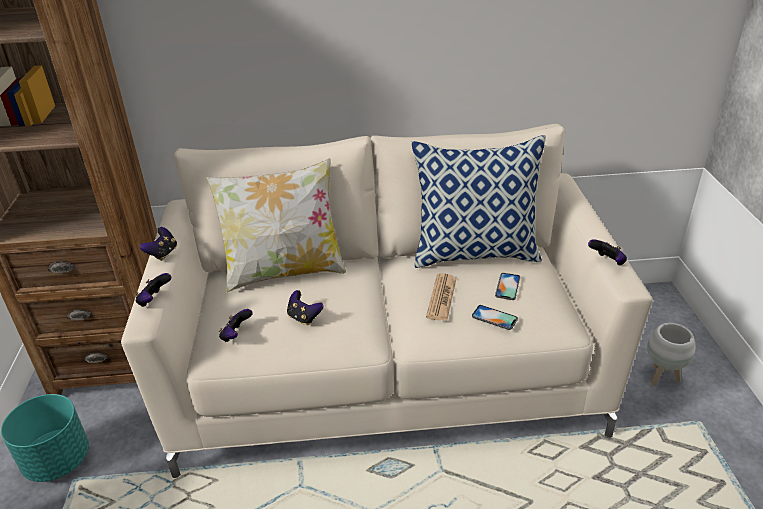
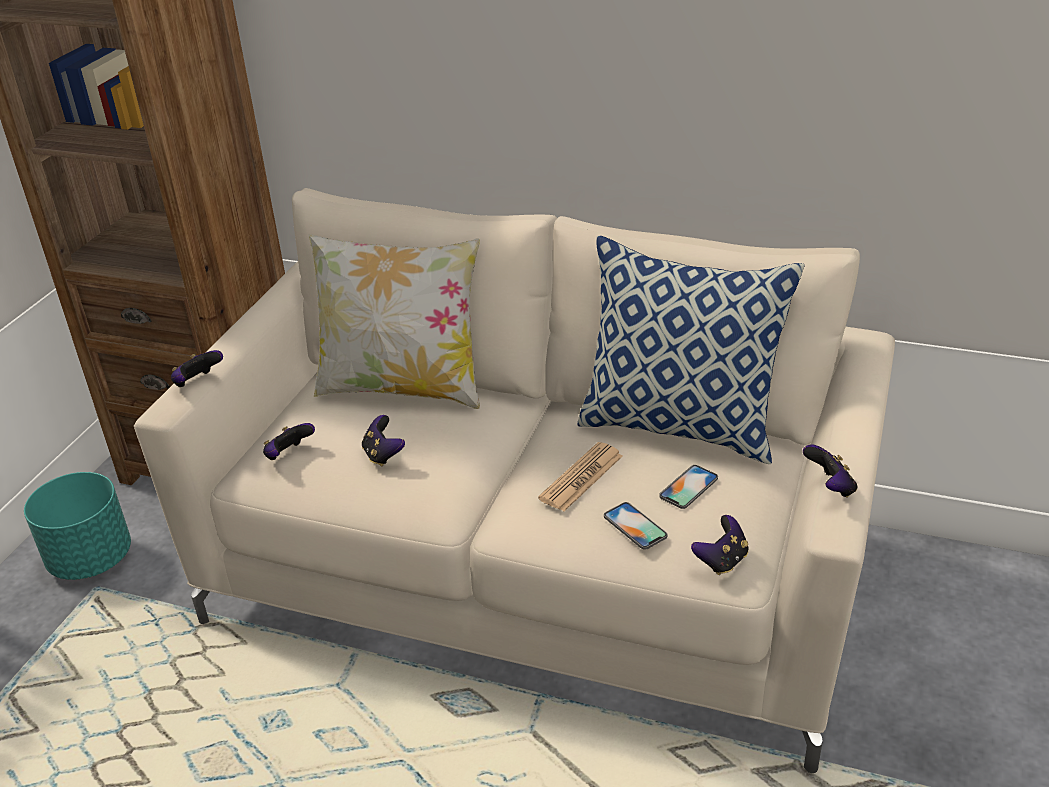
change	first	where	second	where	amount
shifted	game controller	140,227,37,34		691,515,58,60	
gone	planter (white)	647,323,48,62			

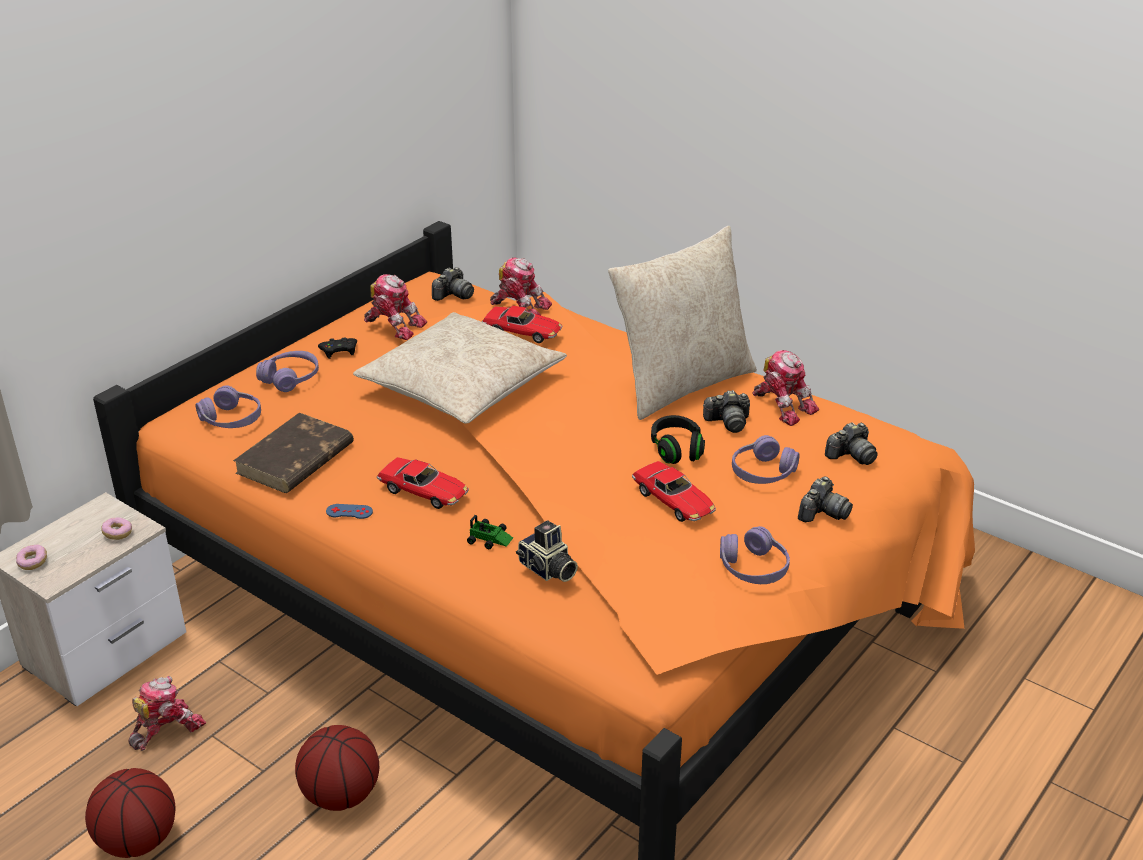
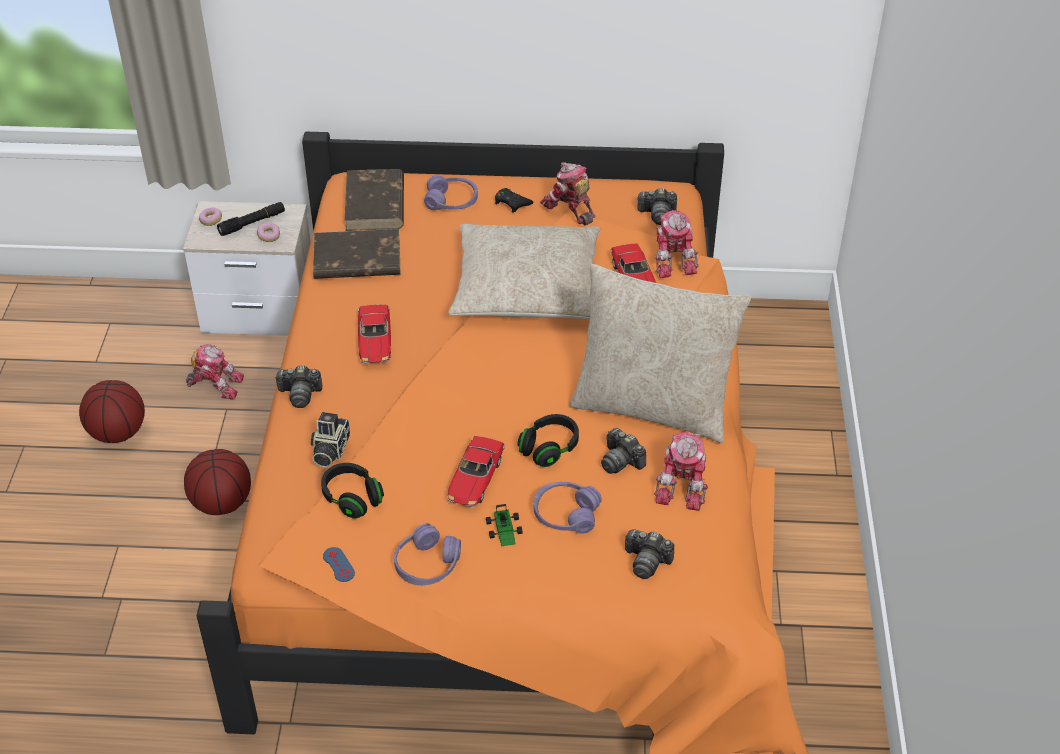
change	first	where	second	where	amount
new			flashlight (black)	217,202,68,34	
shifted	photo camera	798,477,55,45		275,366,47,42	
new			headphones (black)	321,463,63,56	
shifted	game controller (blue)	326,504,47,15		323,547,32,35	
swapped	headphones (purple)	196,385,65,43	book (brown)	344,169,60,62	
shifted	toy car	467,515,46,34		486,504,37,43	
rotated	toy robot	364,274,63,66		540,162,55,64	150 degrees clockwise

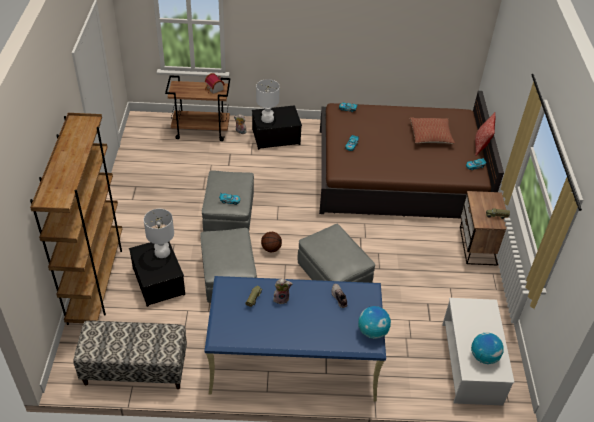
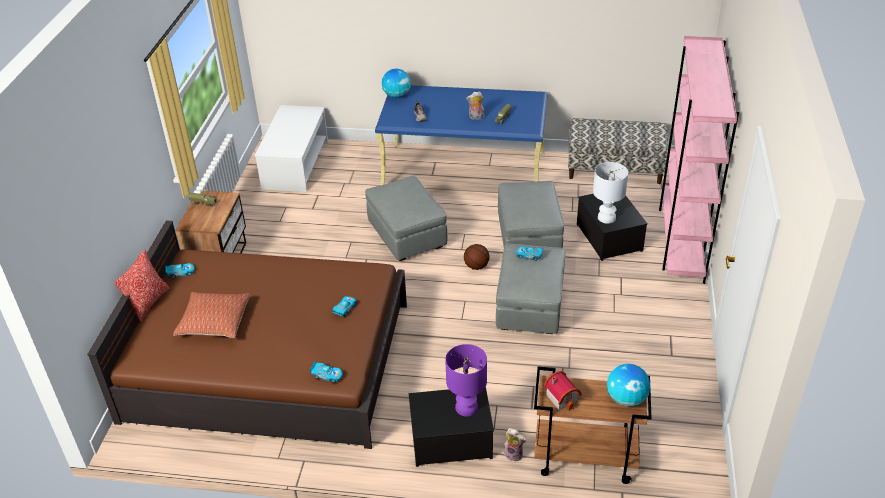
change	first	where	second	where	amount
repainted	table lamp (white)	256,79,24,44	table lamp (purple)	445,344,42,72	
shifted	globe	471,333,32,31		607,364,43,43	
repainted	bookcase (brown)	30,113,92,212	bookcase (pink)	659,36,80,248	

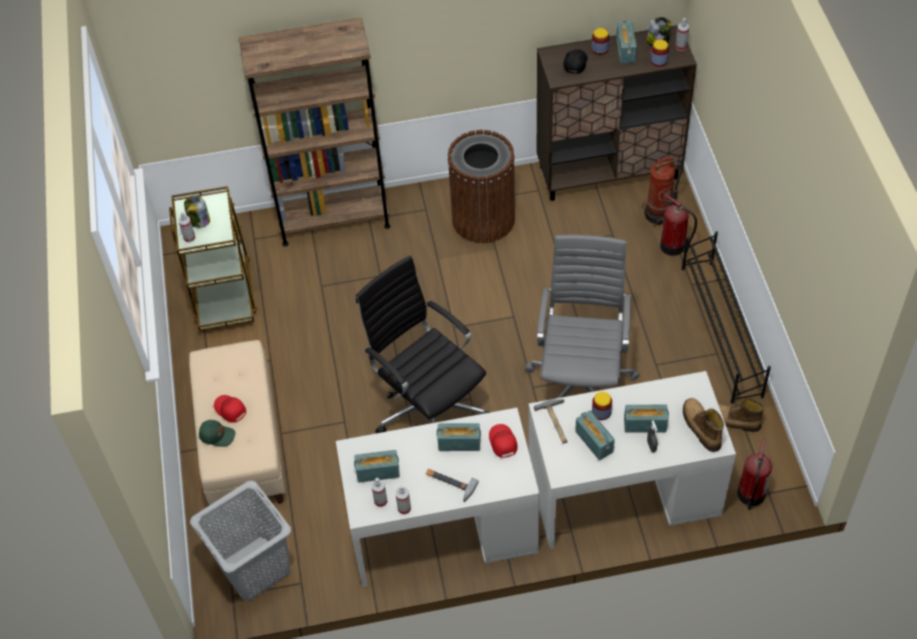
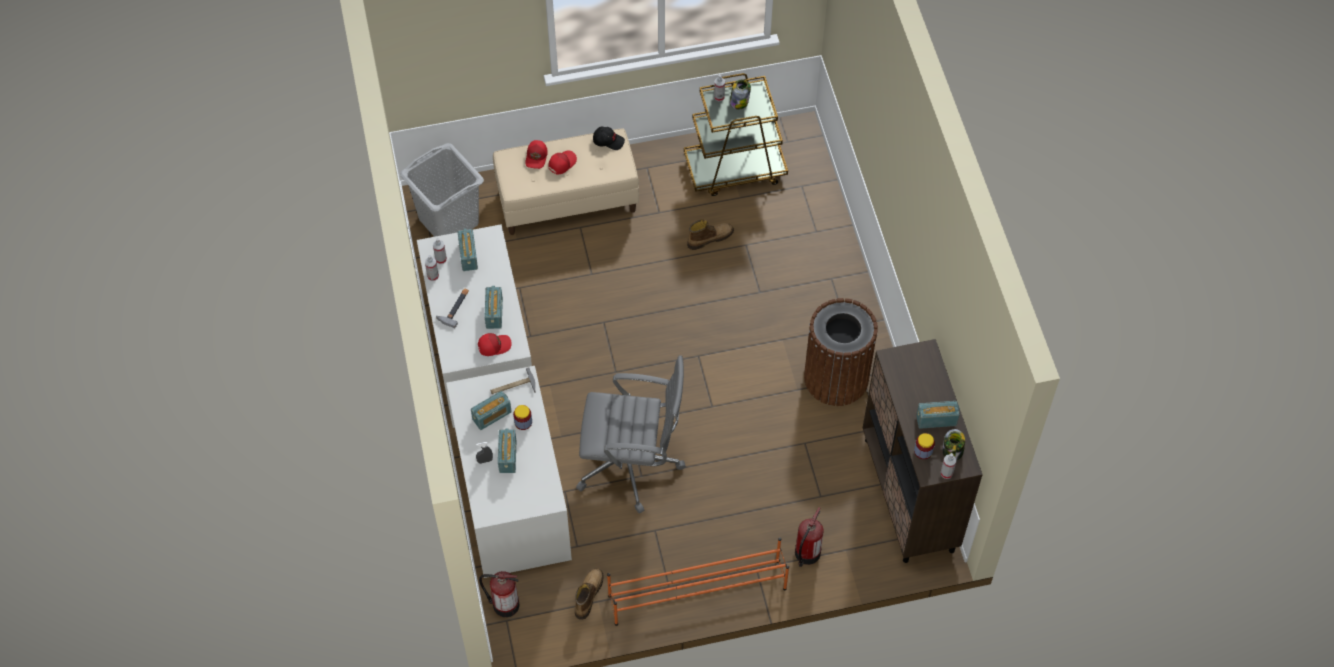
change	first	where	second	where	amount
repainted	cap (green)	199,420,37,27	cap (red)	525,140,23,29	
shifted	cap (black)	563,49,25,25		593,126,32,24	
repainted	shoe rack (black)	681,231,90,173	shoe rack (orange)	607,538,182,88	
shifted	boot	683,398,41,54		687,219,47,31	
gone	bookcase (brown)	239,18,151,228			
gone	office chair (black)	356,256,134,177			
gone	jar	592,28,17,27			
gone	fire extinguisher	642,156,41,71			

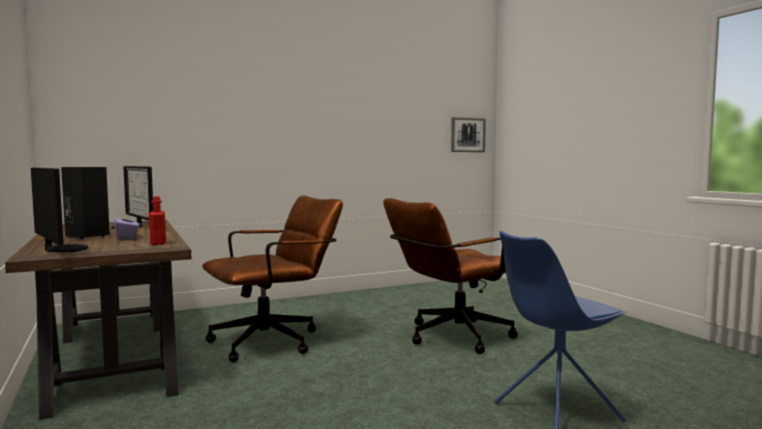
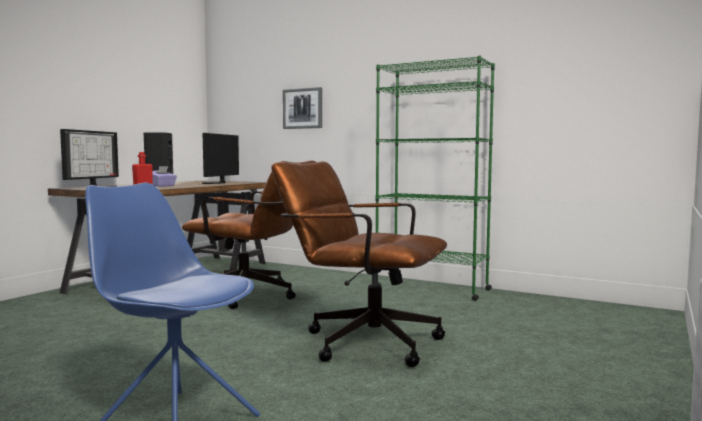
change	first	where	second	where	amount
shifted	picture	451,117,35,35		283,87,39,42	
new			bookcase (green)	375,56,120,245	

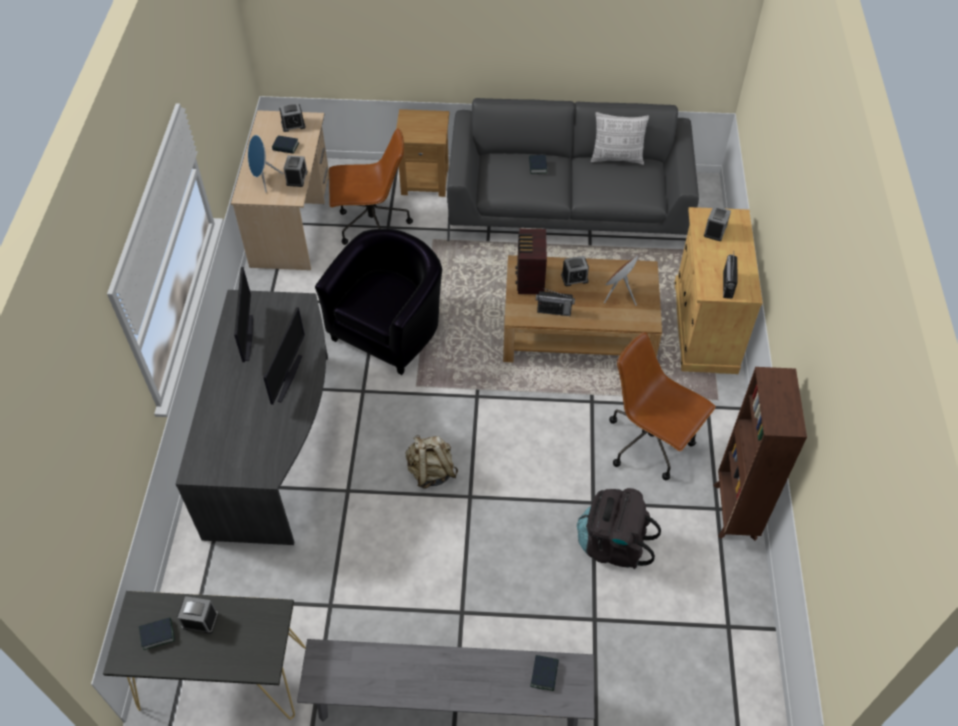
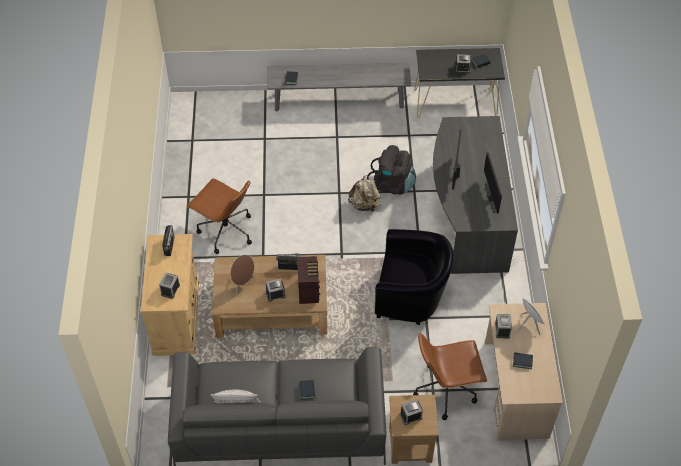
change	first	where	second	where	amount
shifted	backpack (black)	577,488,84,81		367,145,49,50	
rotated	armchair (black)	315,229,127,146		375,229,78,96	105 degrees counterclockwise
shifted	alarm clock	279,103,27,29		400,399,23,26	
gone	bookcase (brown)	713,367,94,173			

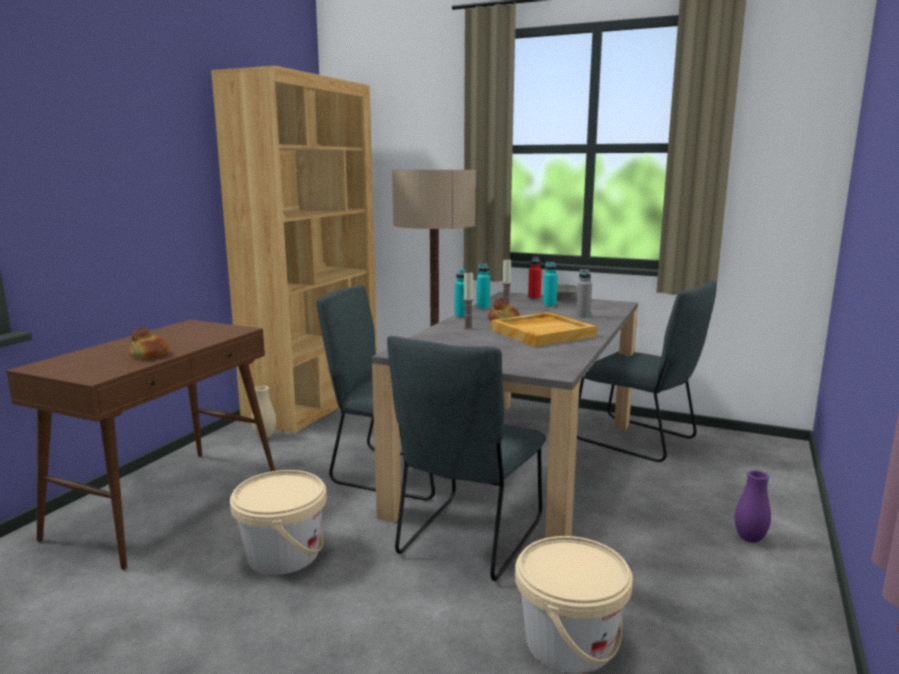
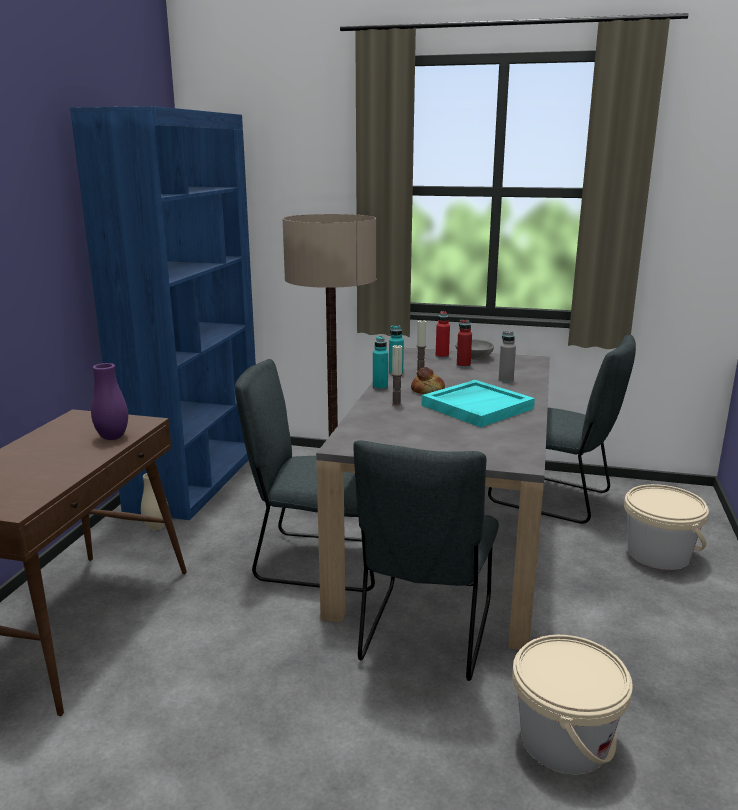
change	first	where	second	where	amount
repainted	bookcase (brown)	211,66,166,367	bookcase (blue)	70,106,186,414	
shifted	vase (purple)	735,470,36,73		91,363,37,77	
repainted	tray (beige)	491,312,106,35	tray (turquoise)	422,380,113,47	
repainted	bottle (turquoise)	543,262,15,45	bottle (red)	457,320,15,48	
shifted	bucket (beige)	230,470,97,105		624,484,85,86	
gone	bread	129,327,40,31			

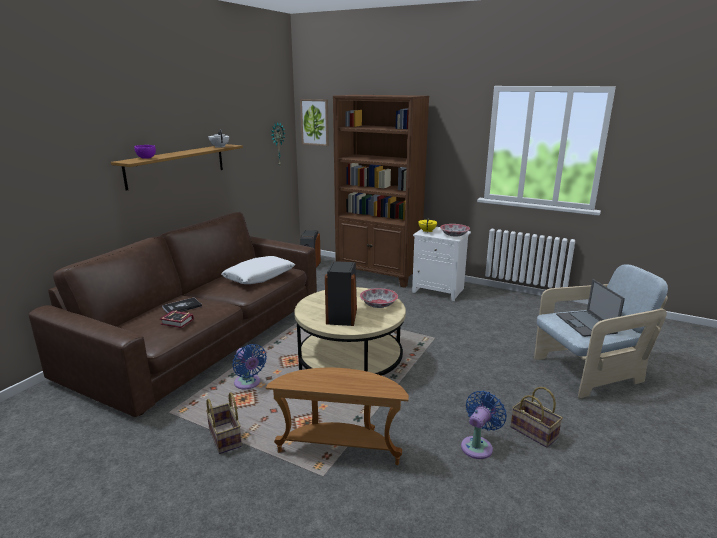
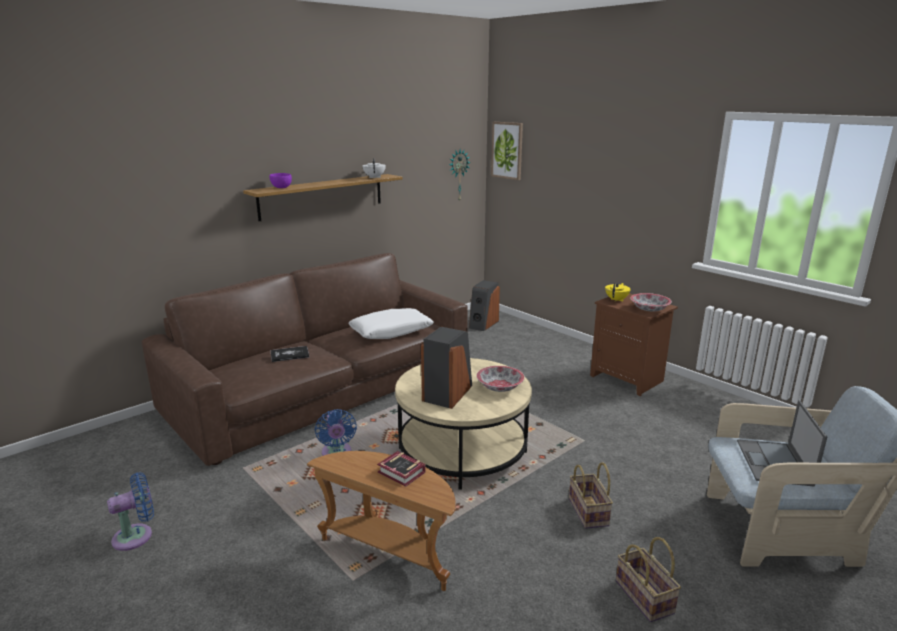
change	first	where	second	where	amount
shifted	fan (blue)	461,391,46,68		107,472,47,79	
shifted	book	160,311,34,17		377,451,49,36	
shifted	basket	206,392,36,62		569,462,44,67	
repainted	nightstand (white)	412,227,59,74	nightstand (brown)	590,293,88,103	
gone	bookcase (brown)	333,95,96,193			

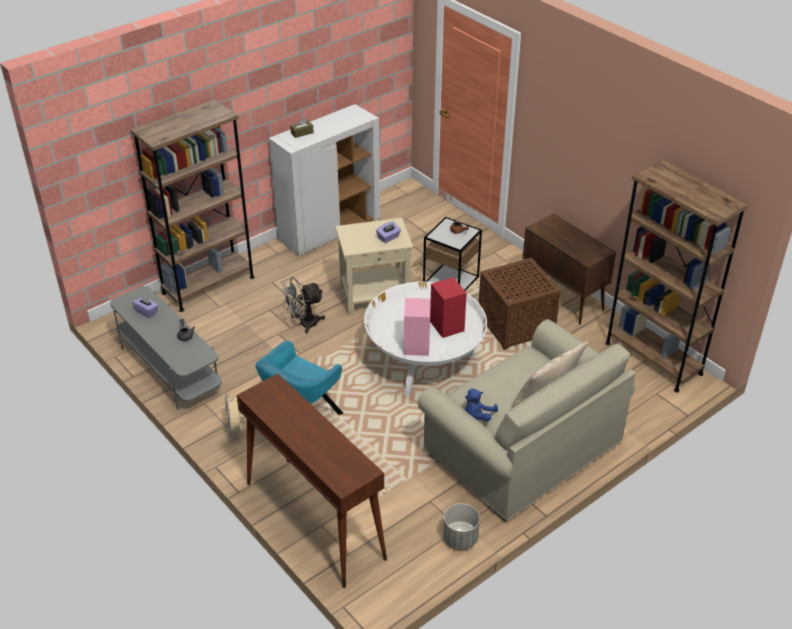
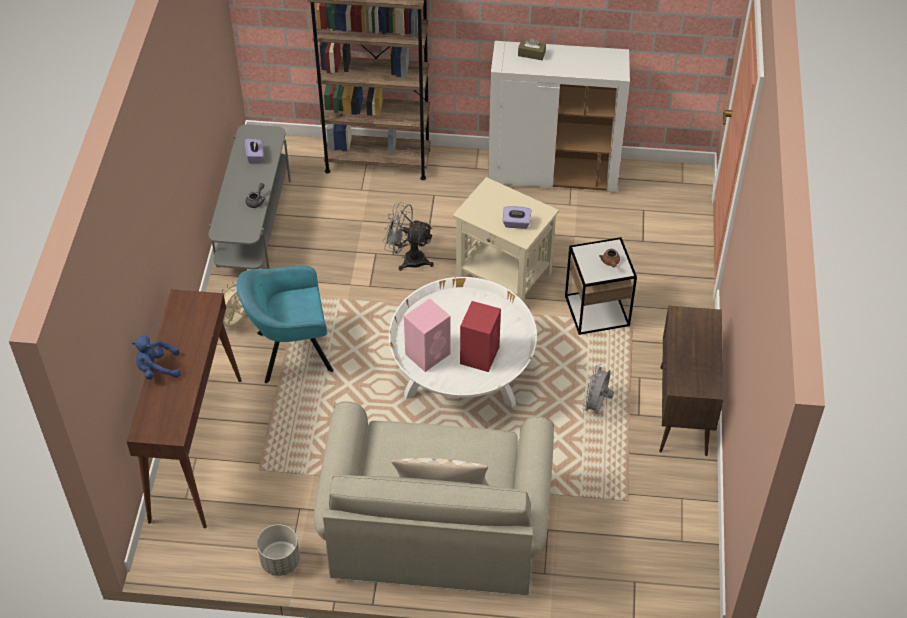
change	first	where	second	where	amount
shifted	plush toy (blue)	465,389,33,33		132,335,49,44	
swapped	side table (brown)	479,258,82,92	fan (grey)	583,364,31,50	
gone	bookcase (brown)	605,160,144,232			

